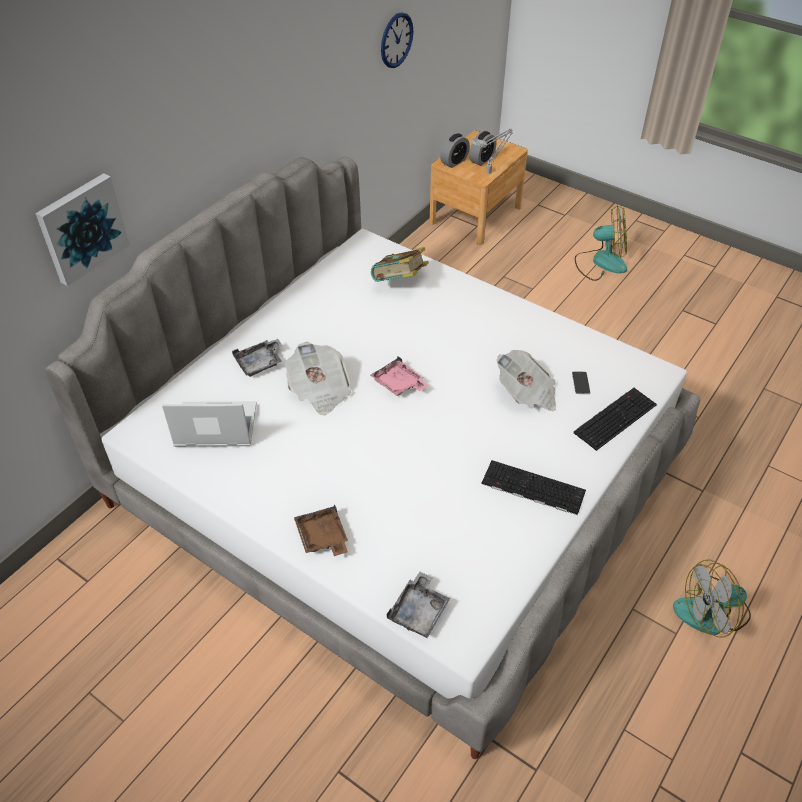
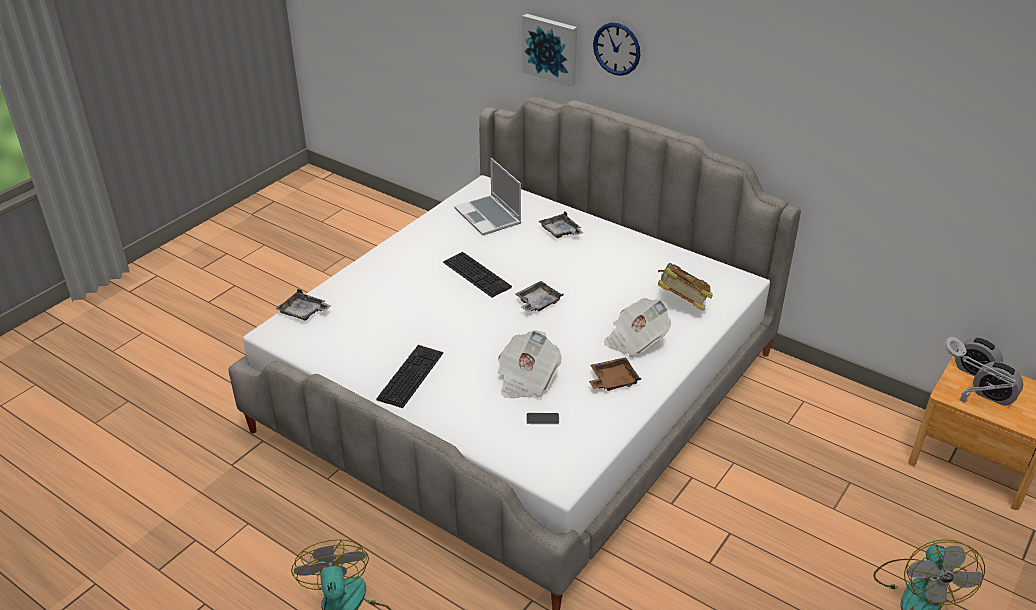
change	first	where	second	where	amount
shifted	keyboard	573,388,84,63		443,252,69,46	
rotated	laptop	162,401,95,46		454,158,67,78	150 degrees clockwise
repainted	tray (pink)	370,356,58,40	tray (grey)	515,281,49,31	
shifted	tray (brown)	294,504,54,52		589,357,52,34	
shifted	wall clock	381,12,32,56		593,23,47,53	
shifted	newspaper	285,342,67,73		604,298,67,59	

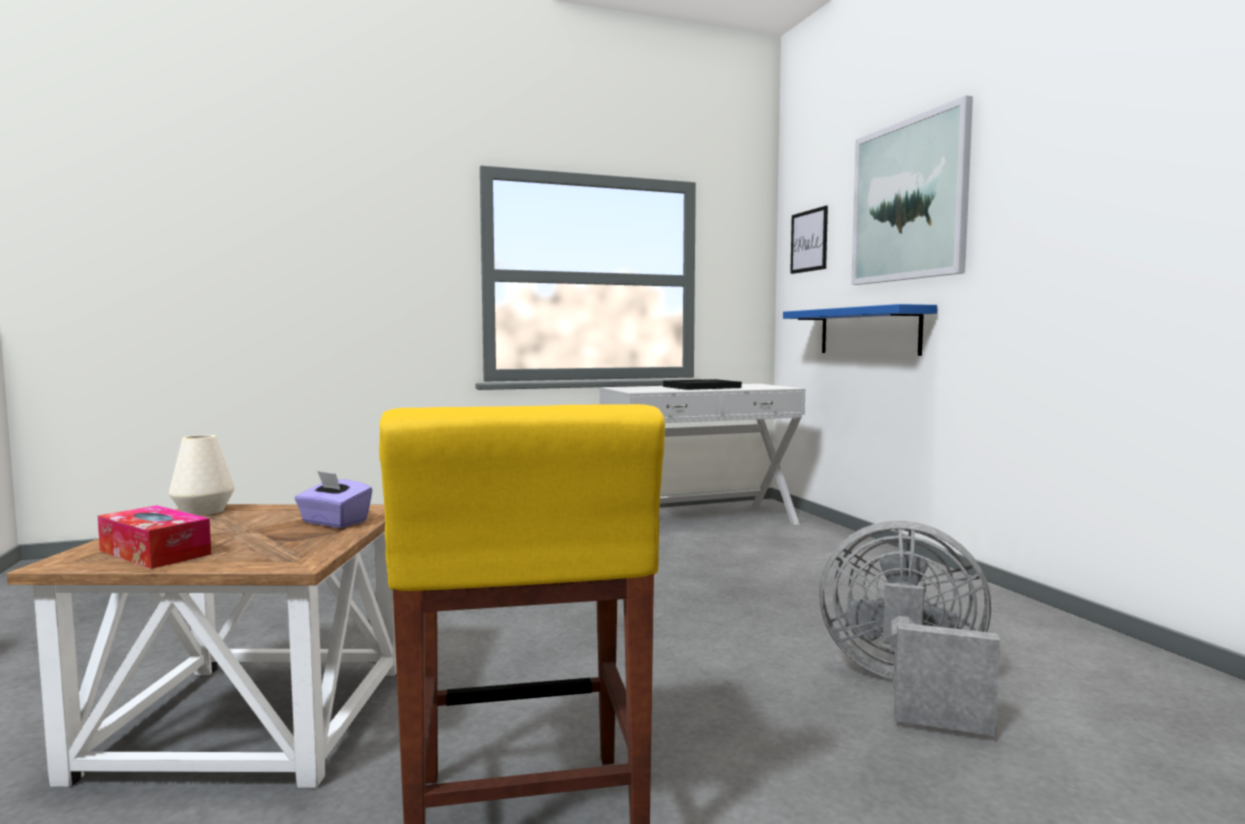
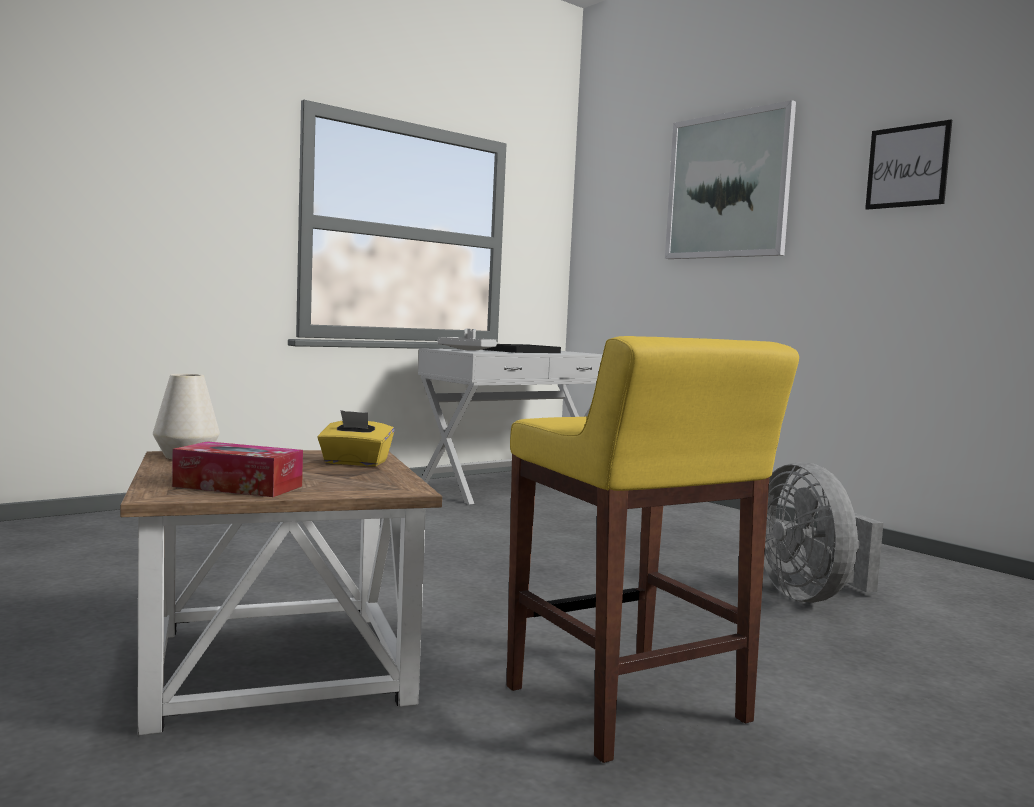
change	first	where	second	where	amount
repainted	tissue box (purple)	294,471,79,57	tissue box (yellow)	317,410,77,56	
new			tray (grey)	438,329,59,22	
rotated	fan (grey)	819,521,181,215		764,462,119,141	105 degrees counterclockwise
shifted	picture	790,206,38,68		865,120,87,90	
gone	shelf (blue)	783,304,154,52			

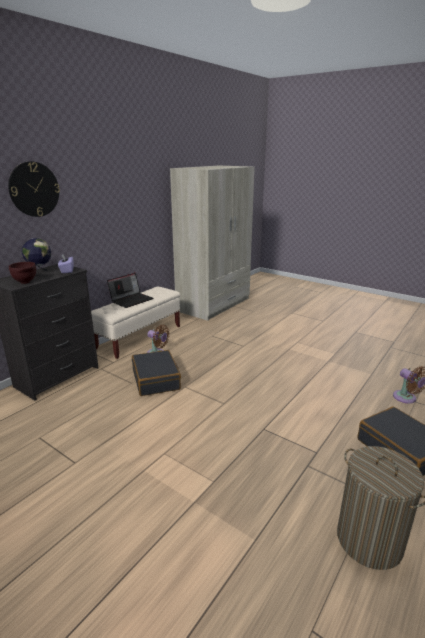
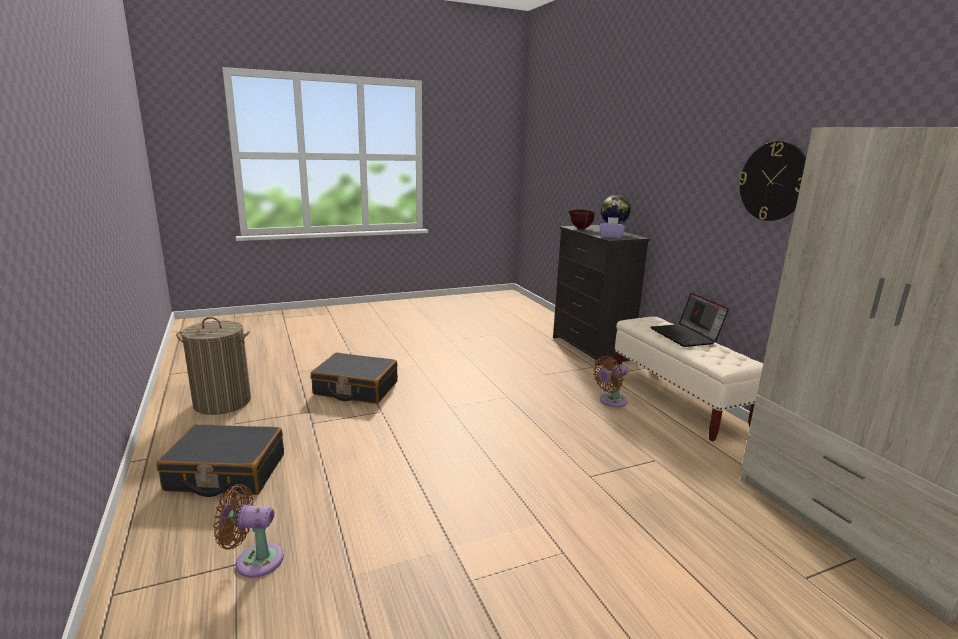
change	first	where	second	where	amount
shifted	suitcase (black)	132,350,49,46		311,352,87,52	
shifted	wall clock	8,161,52,56		739,141,67,80	

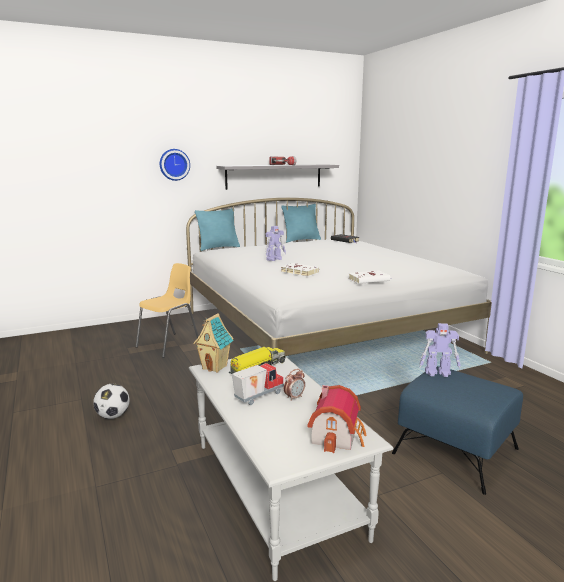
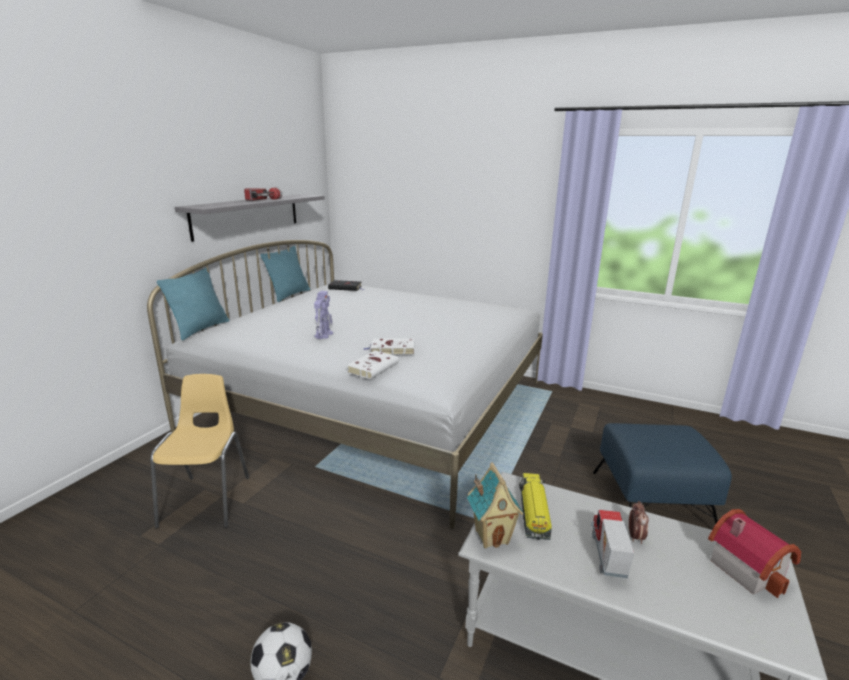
change	first	where	second	where	amount
shifted	book (white)	348,270,43,14		347,351,52,28	
gone	wall clock	160,149,30,32			
gone	toy robot	419,323,42,54			

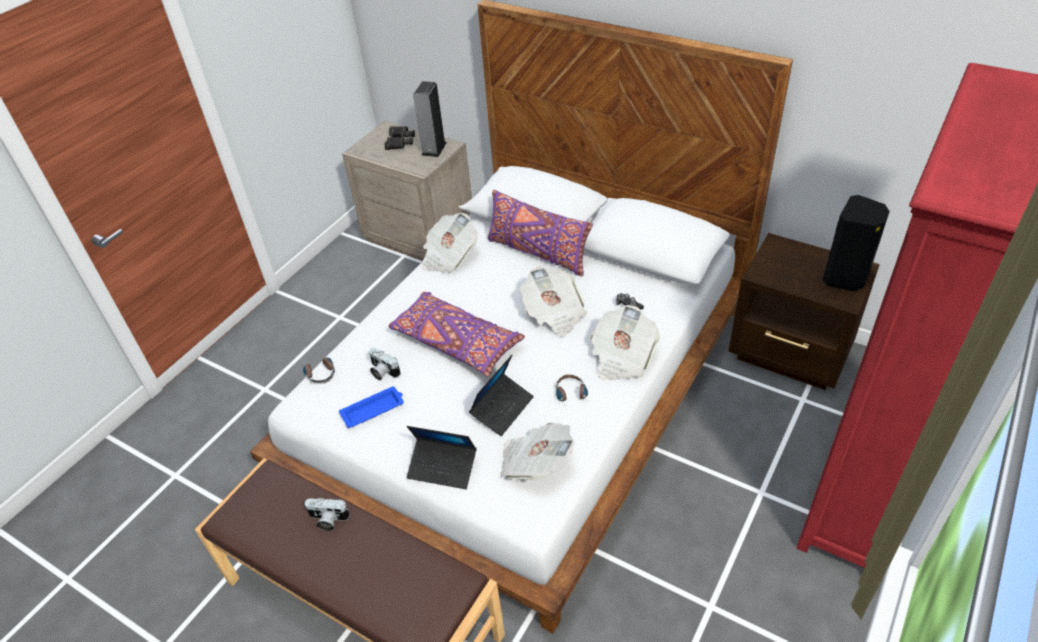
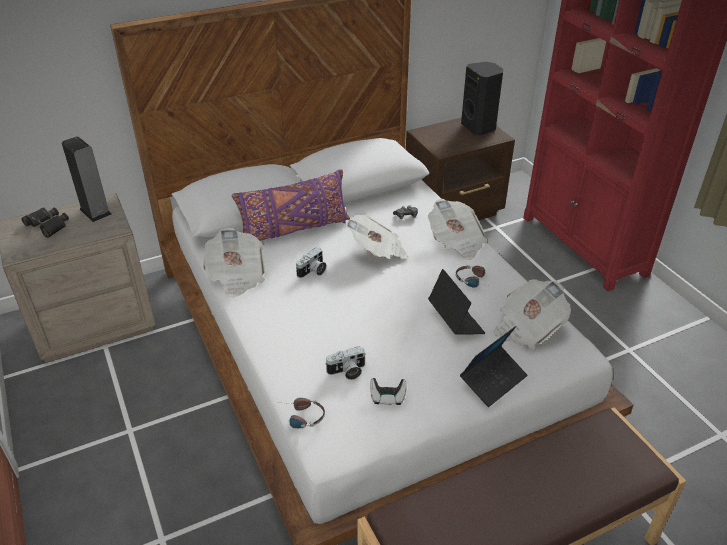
change	first	where	second	where	amount
shifted	photo camera	305,498,45,33		296,247,30,31	
swapped	tray (blue)	339,386,65,42	game controller	370,378,37,27	
gone	pillow (purple)	388,292,137,85			

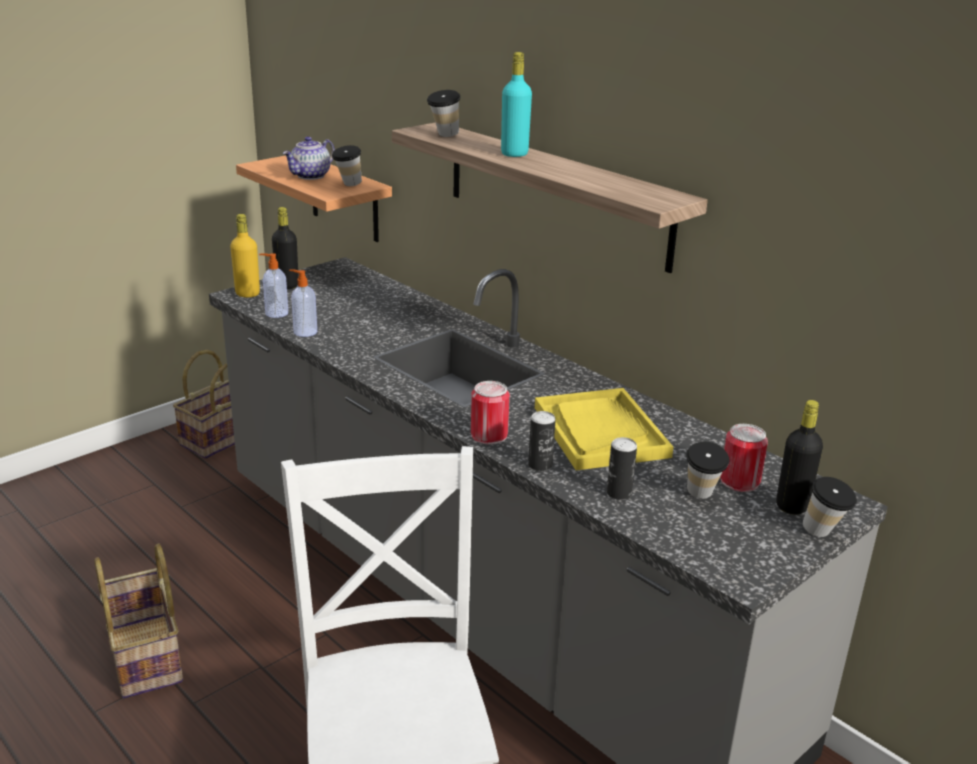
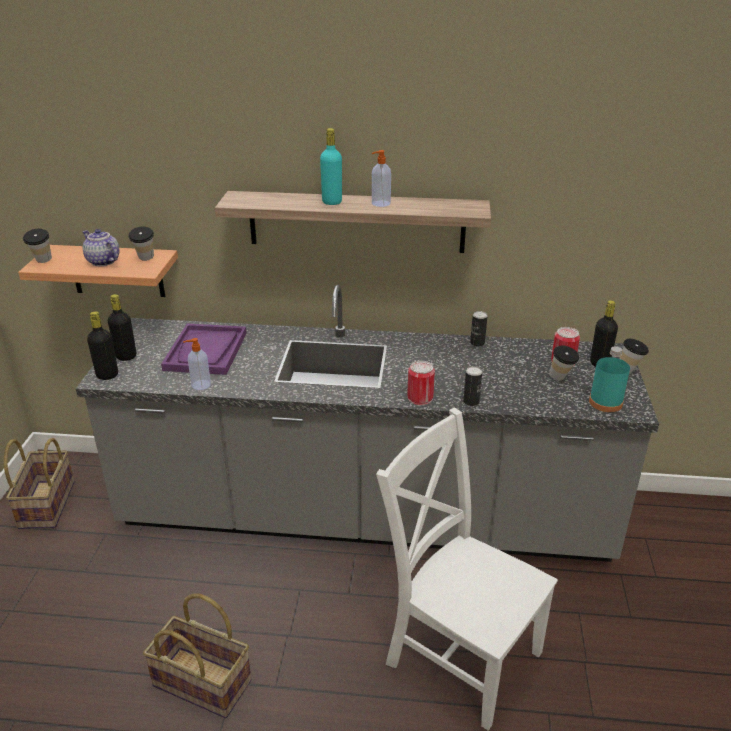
change	first	where	second	where	amount
shifted	cup	427,90,33,47		23,229,29,34	
rotated	teapot	283,137,52,43		82,229,37,37	135 degrees clockwise
repainted	bottle (yellow)	230,214,30,83	bottle (black)	87,311,31,69	
new			tray (purple)	161,323,86,52	
shifted	soap dispenser	259,253,29,65		372,150,19,57	
shifted	can	607,437,30,63		470,311,17,36	
new			bottle (turquoise)	589,346,41,66	
gone	tray (yellow)	535,388,139,83			

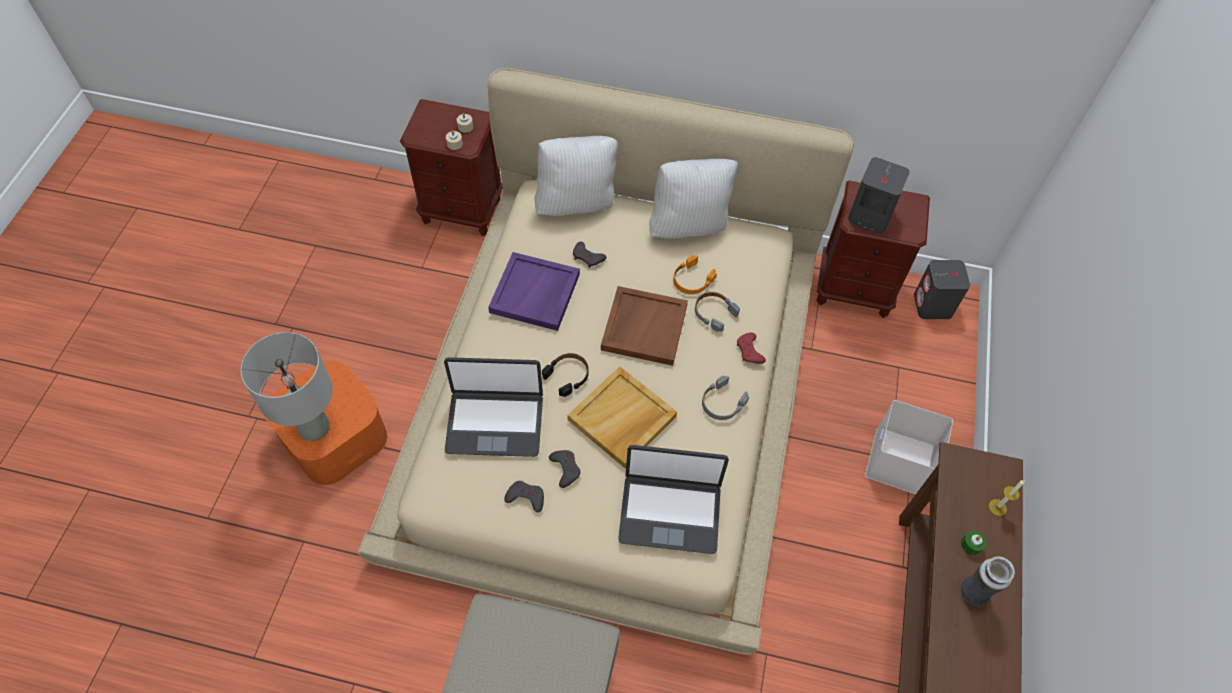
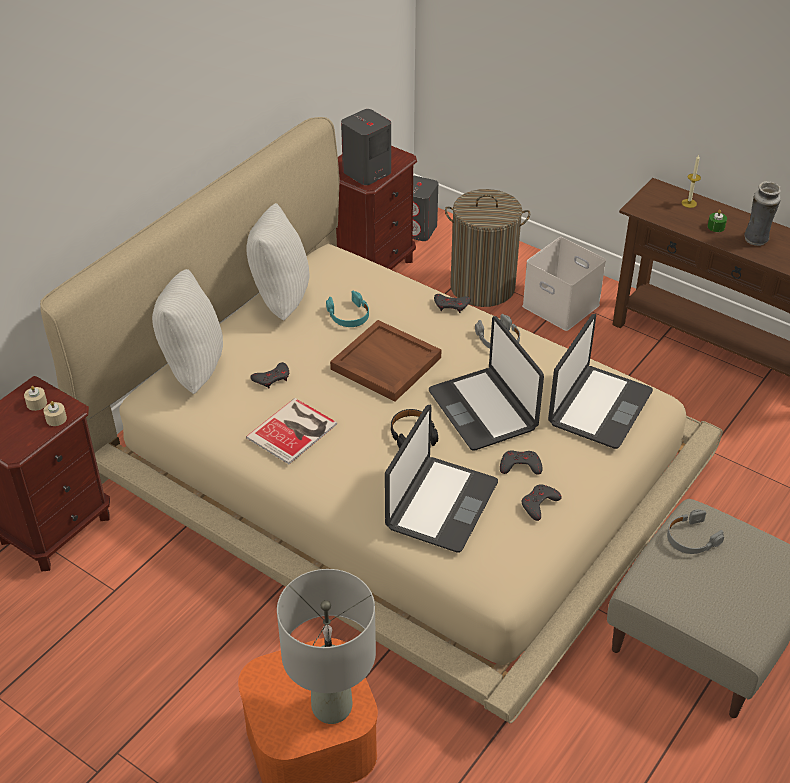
change	first	where	second	where	amount
swapped	tray (purple)	488,252,92,79	book	246,398,91,66	
repainted	headphones (orange)	673,255,44,39	headphones (turquoise)	326,291,43,36	
swapped	tray (beige)	567,366,110,102	laptop	429,316,115,135	
repainted	game controller (red)	737,333,29,31	game controller (grey)	434,294,37,19	
new			laundry basket	445,189,85,118	
shifted	headphones (grey)	695,291,45,41		667,509,57,45	

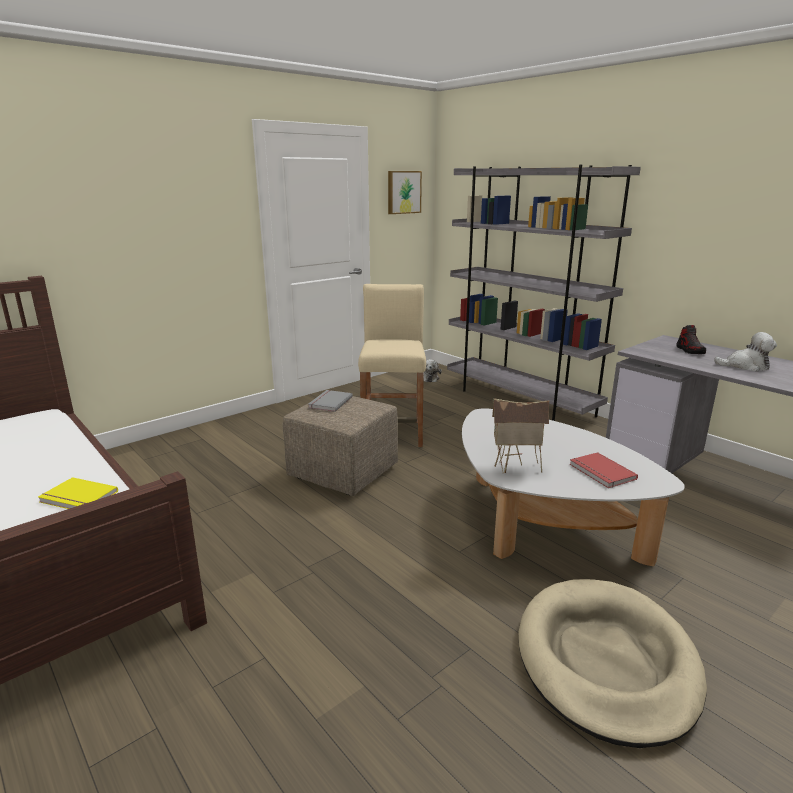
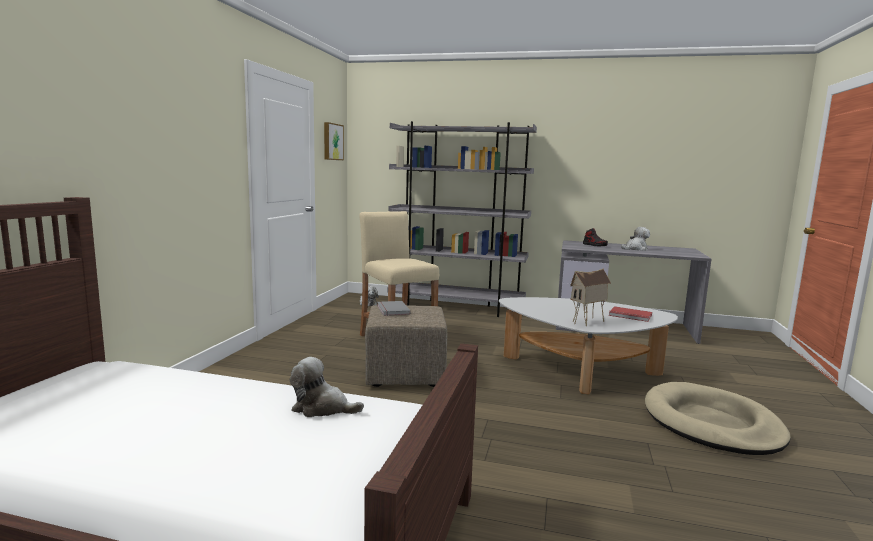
change	first	where	second	where	amount
swapped	book (yellow)	38,477,80,32	plush toy	290,357,74,60	

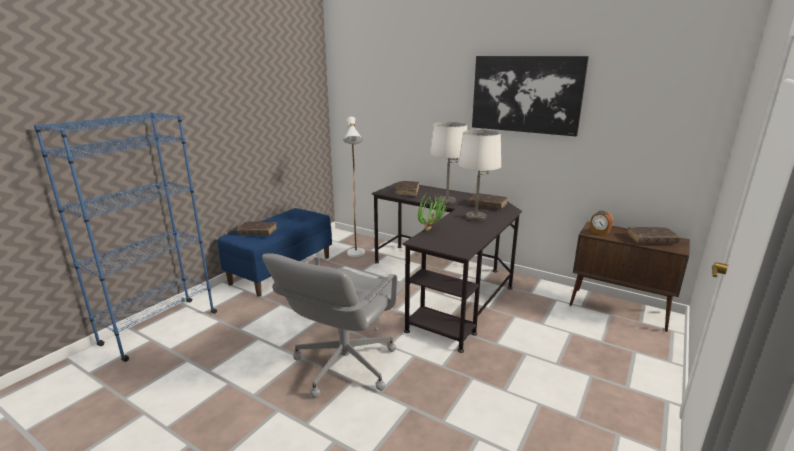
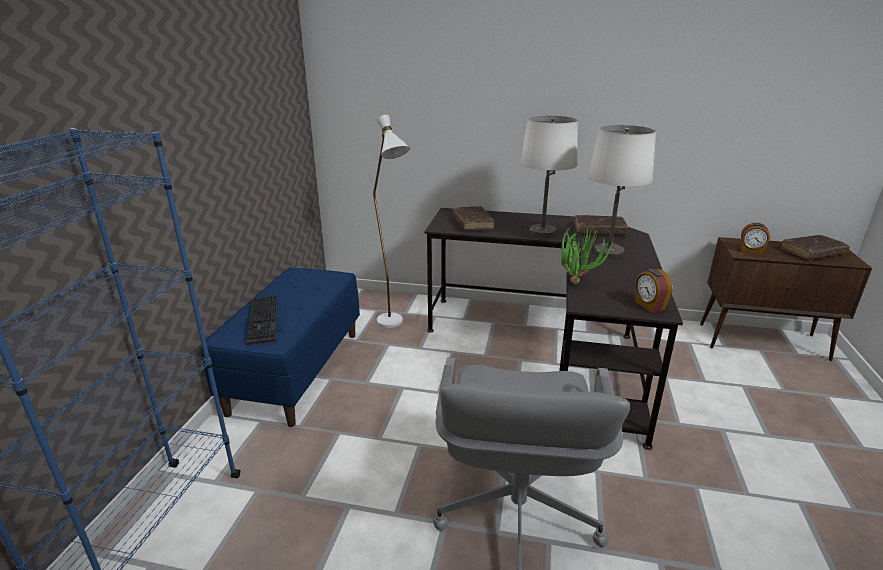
change	first	where	second	where	amount
swapped	book (brown)	237,221,40,14	keyboard	246,295,32,50	
new			alarm clock	635,269,37,44	
gone	picture	472,56,117,80			

